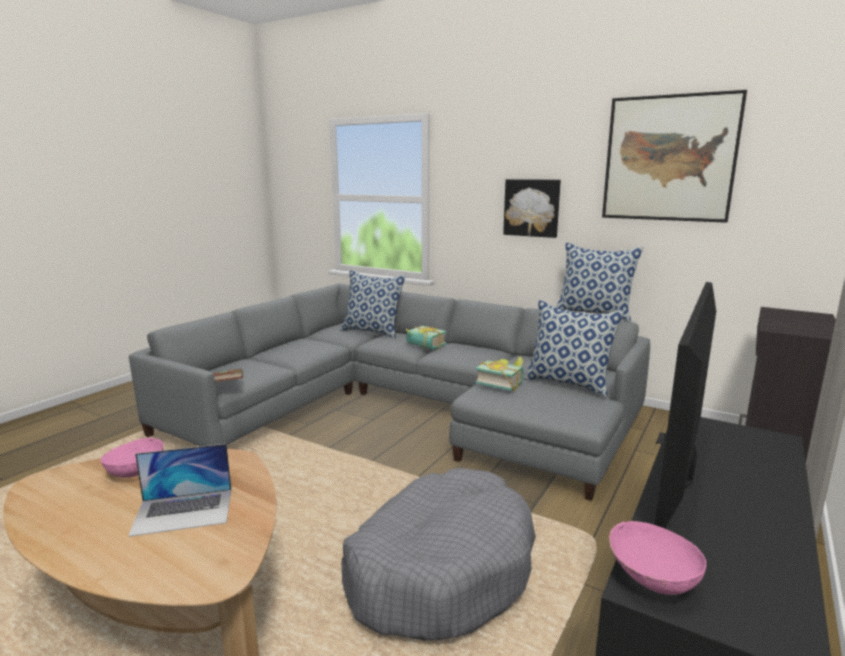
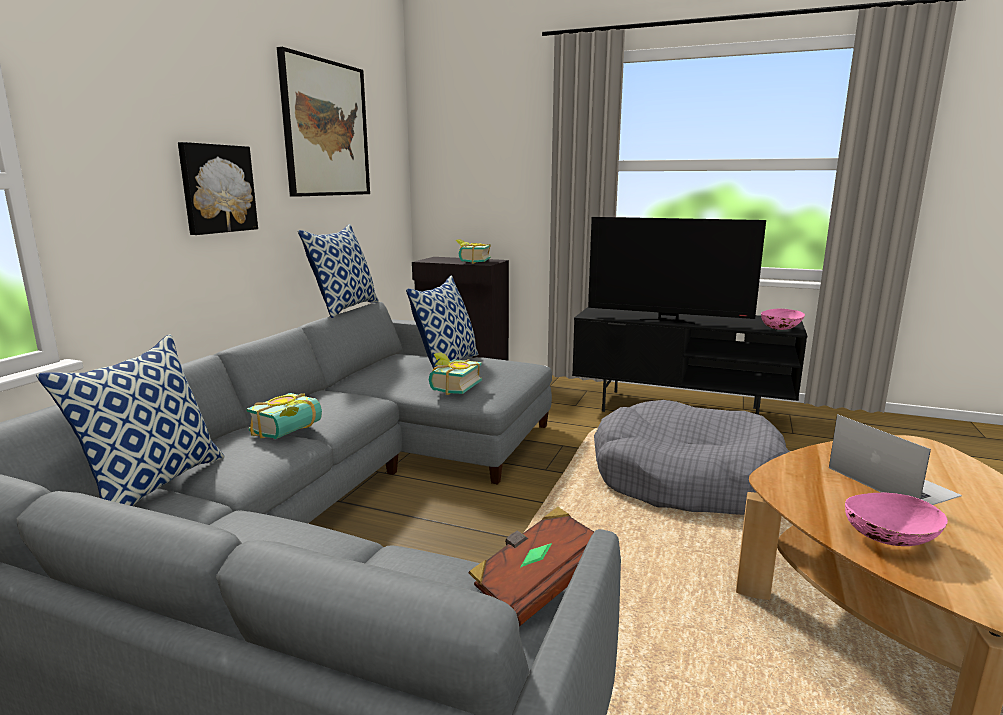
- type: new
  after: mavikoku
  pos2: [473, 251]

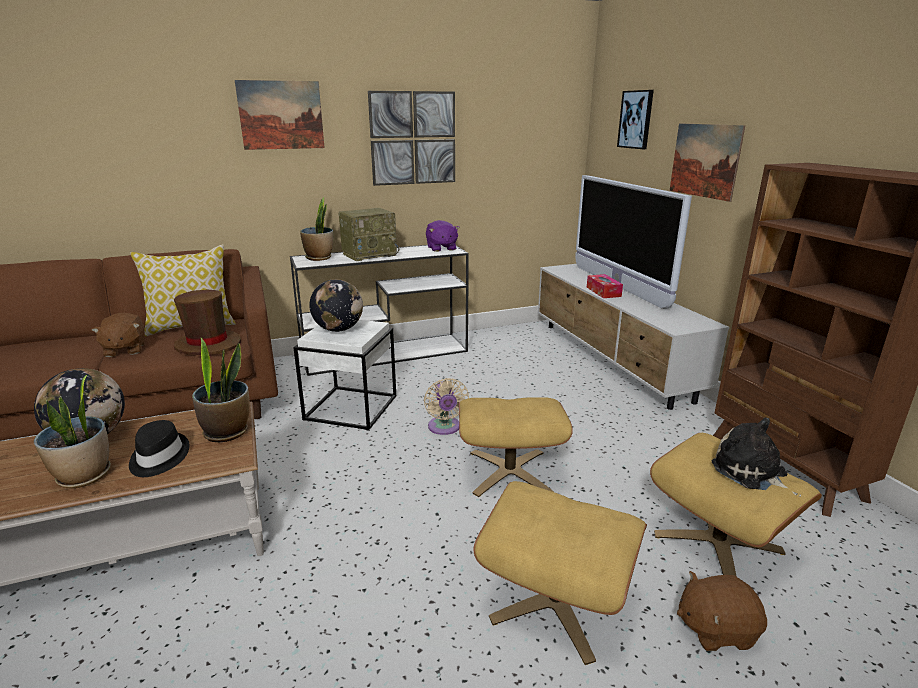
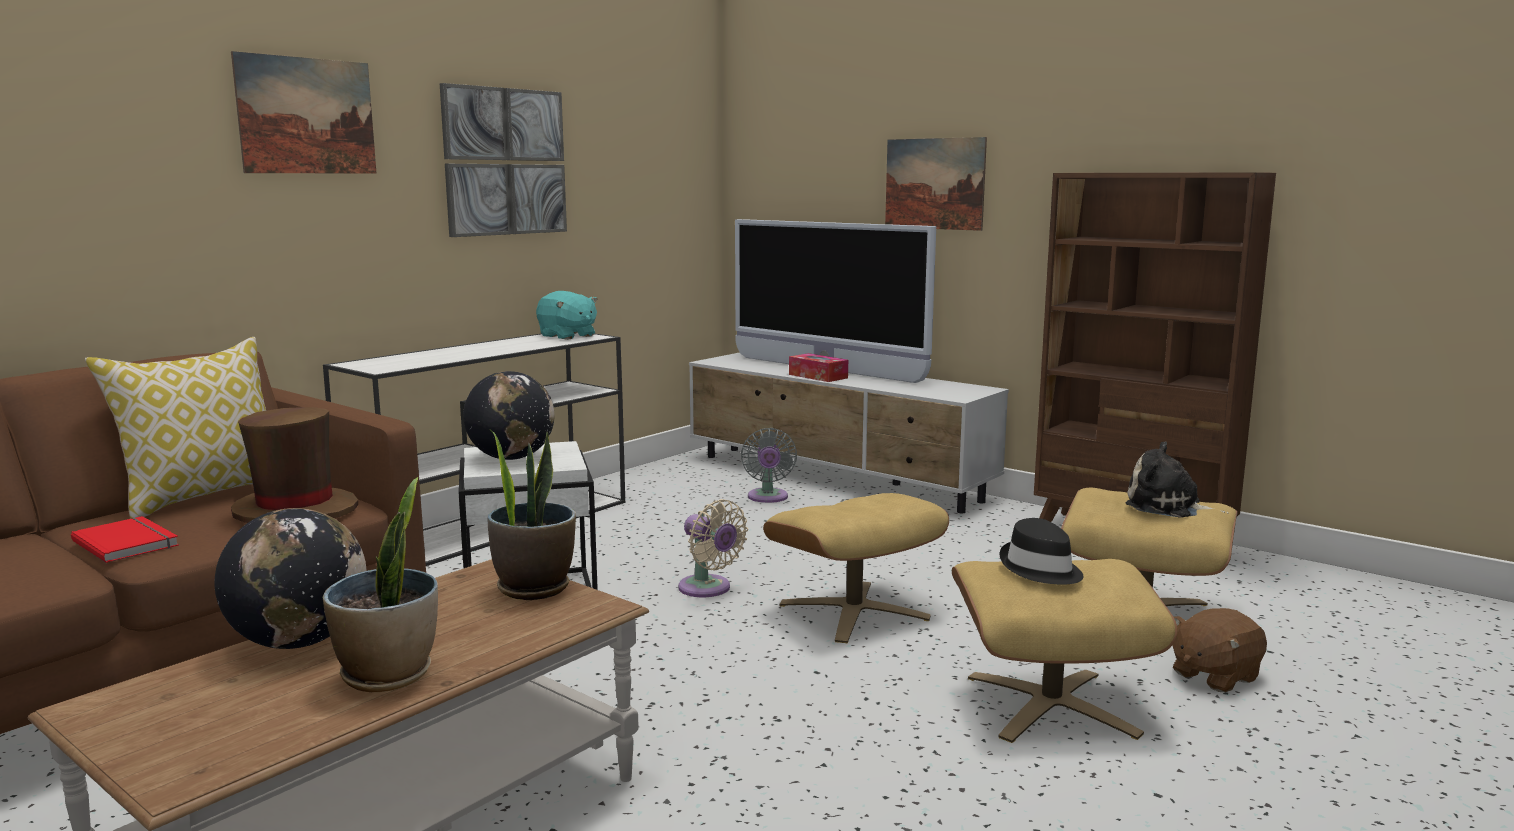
- type: gone
  before: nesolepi
  pos1: [635, 119]
- type: gone
  before: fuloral
  pos1: [316, 229]
- type: gone
  before: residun
  pos1: [369, 234]
- type: repainted
  before: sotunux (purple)
  after: sotunux (turquoise)
  pos1: [443, 236]
  pos2: [567, 315]
- type: swapped
  before: sotunux (brown)
  after: mavikoku (red)
  pos1: [118, 335]
  pos2: [125, 539]
- type: shifted
  before: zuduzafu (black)
  pos1: [159, 448]
  pos2: [1042, 551]
- type: new
  after: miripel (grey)
  pos2: [769, 465]

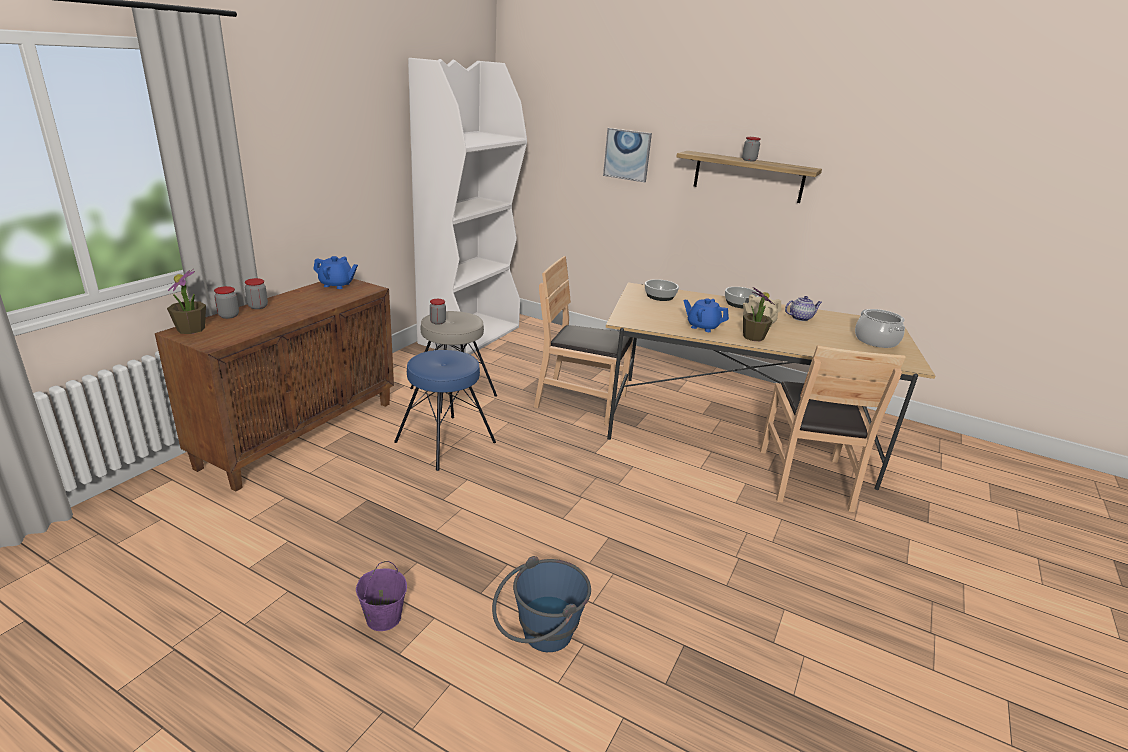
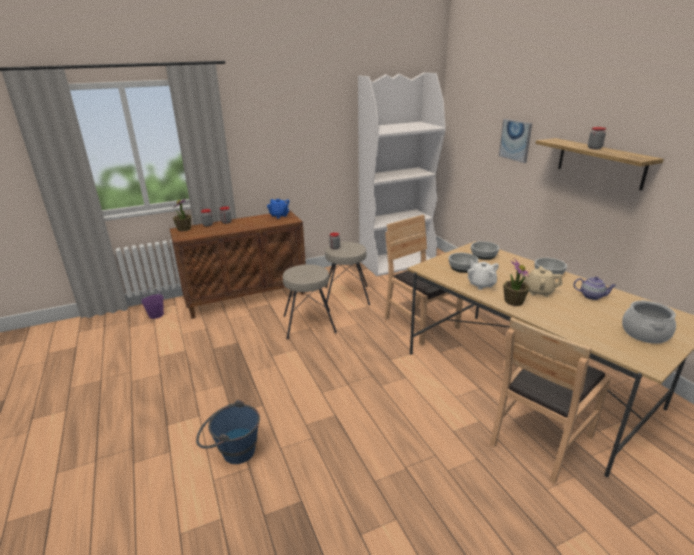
- type: repainted
  before: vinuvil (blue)
  after: vinuvil (white)
  pos1: [706, 315]
  pos2: [483, 275]
- type: repainted
  before: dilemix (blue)
  after: dilemix (beige)
  pos1: [445, 410]
  pos2: [310, 301]
- type: shifted
  before: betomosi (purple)
  pos1: [381, 596]
  pos2: [152, 303]
- type: new
  after: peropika
  pos2: [464, 263]

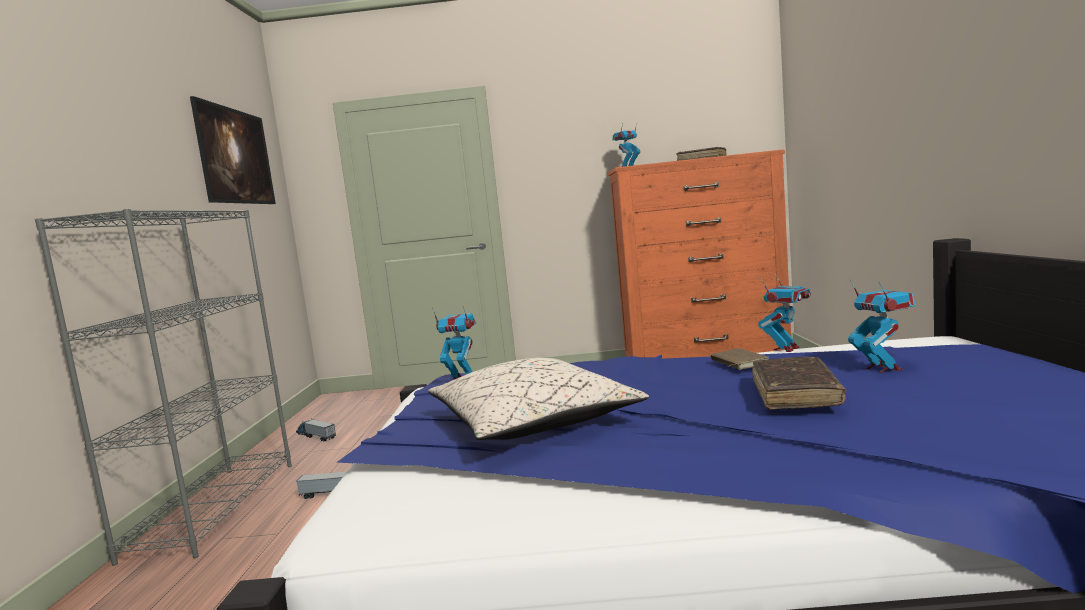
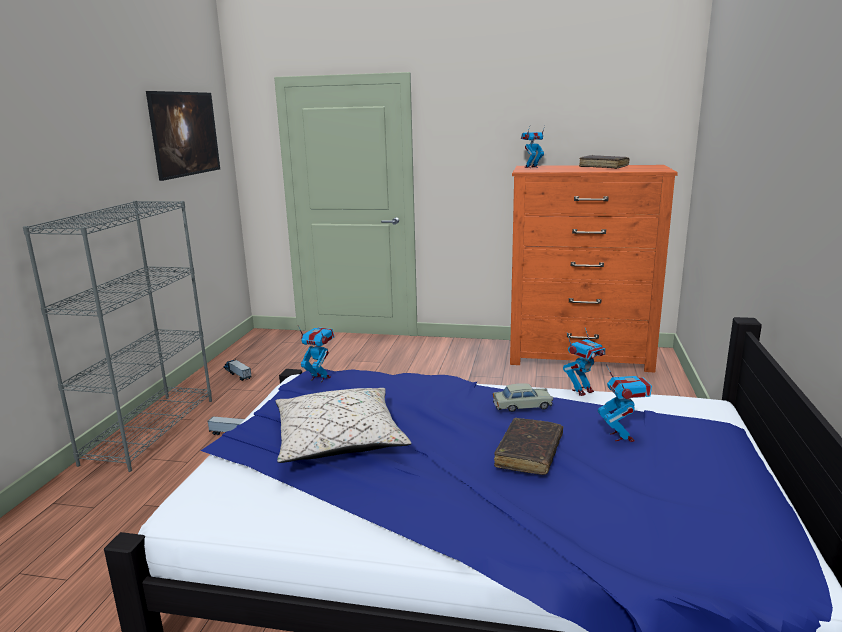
- type: swapped
  before: mavikoku (brown)
  after: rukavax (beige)
  pos1: [740, 359]
  pos2: [523, 397]

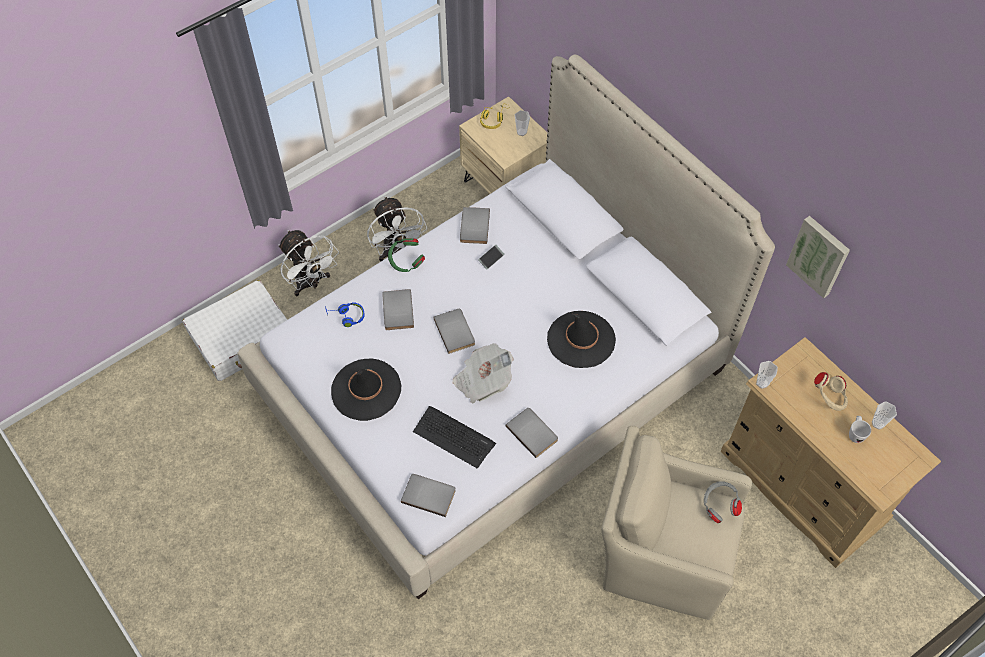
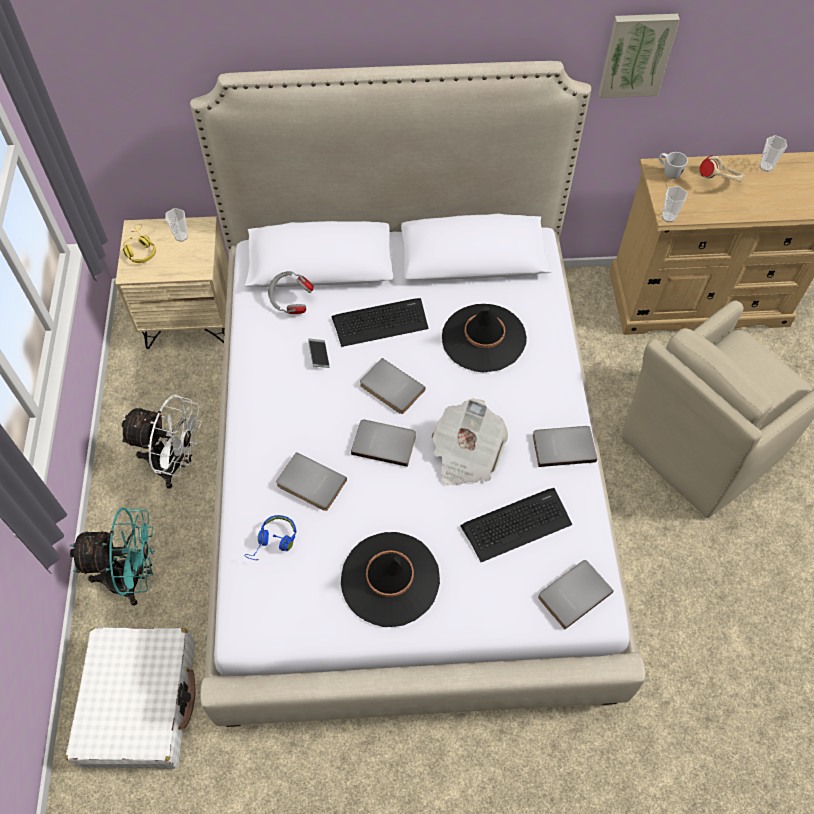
- type: shifted
  before: mavikoku (grey)
  pos1: [475, 225]
  pos2: [393, 386]
- type: repainted
  before: miripel (white)
  after: miripel (turquoise)
  pos1: [308, 263]
  pos2: [112, 557]
- type: gone
  before: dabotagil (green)
  pos1: [406, 255]
- type: shifted
  before: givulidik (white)
  pos1: [860, 429]
  pos2: [673, 165]
- type: shifted
  before: dabotagil (grey)
  pos1: [723, 502]
  pos2: [291, 292]
- type: new
  after: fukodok
  pos2: [380, 322]

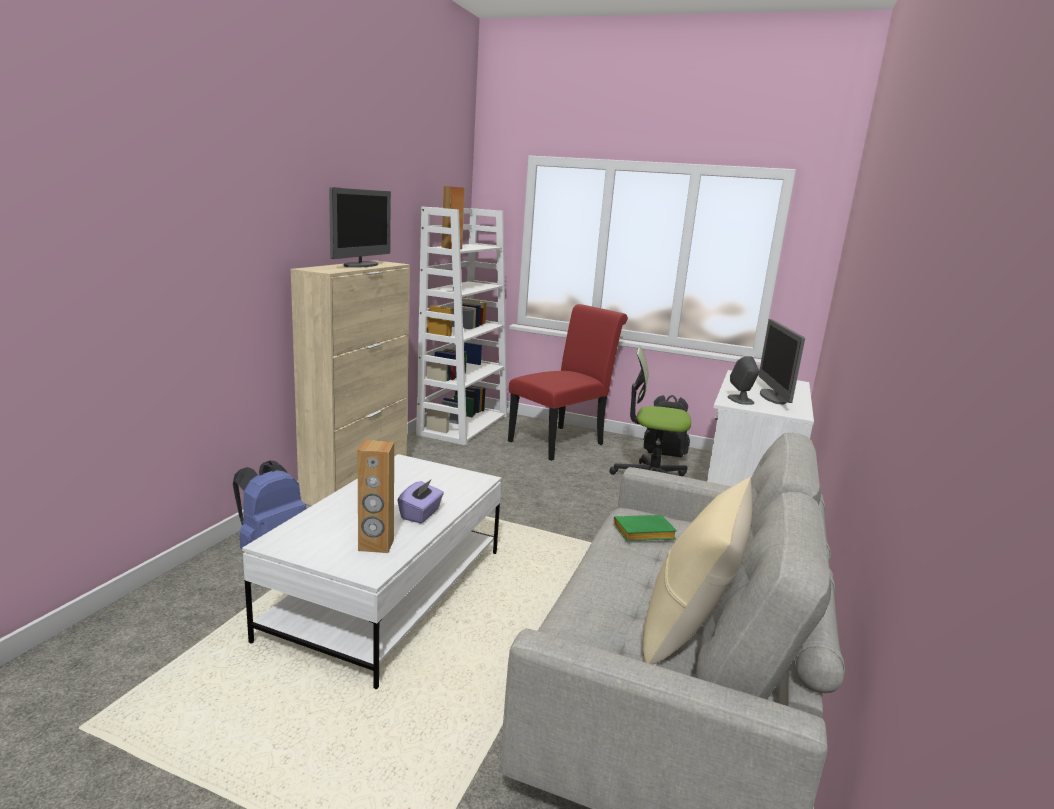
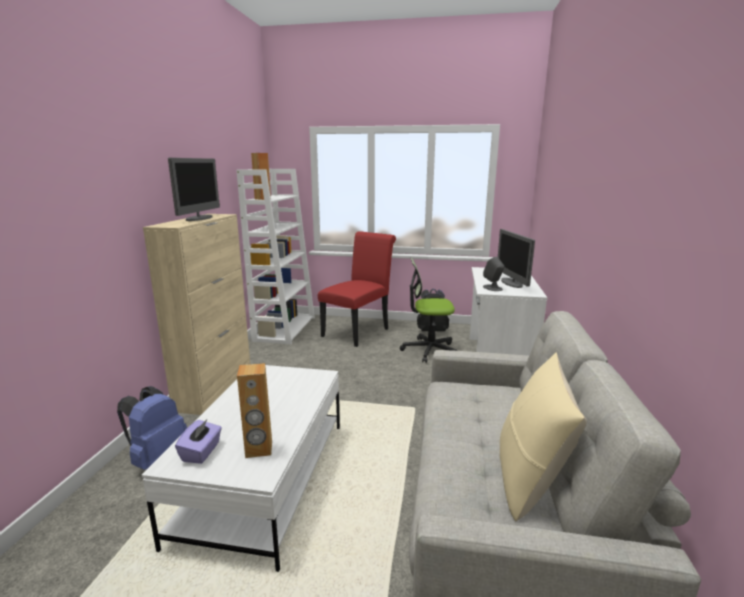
- type: shifted
  before: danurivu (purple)
  pos1: [420, 501]
  pos2: [198, 442]
- type: gone
  before: mavikoku (green)
  pos1: [645, 528]

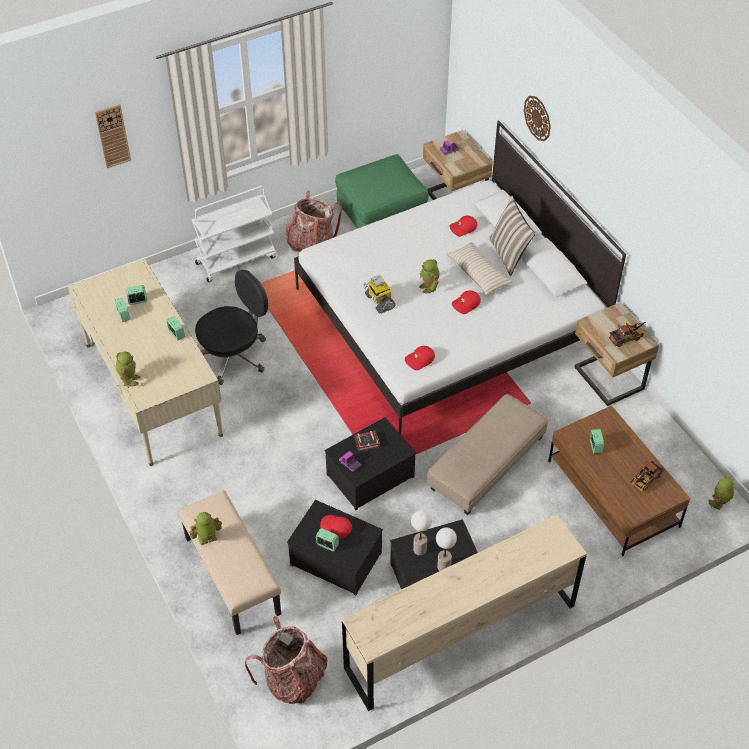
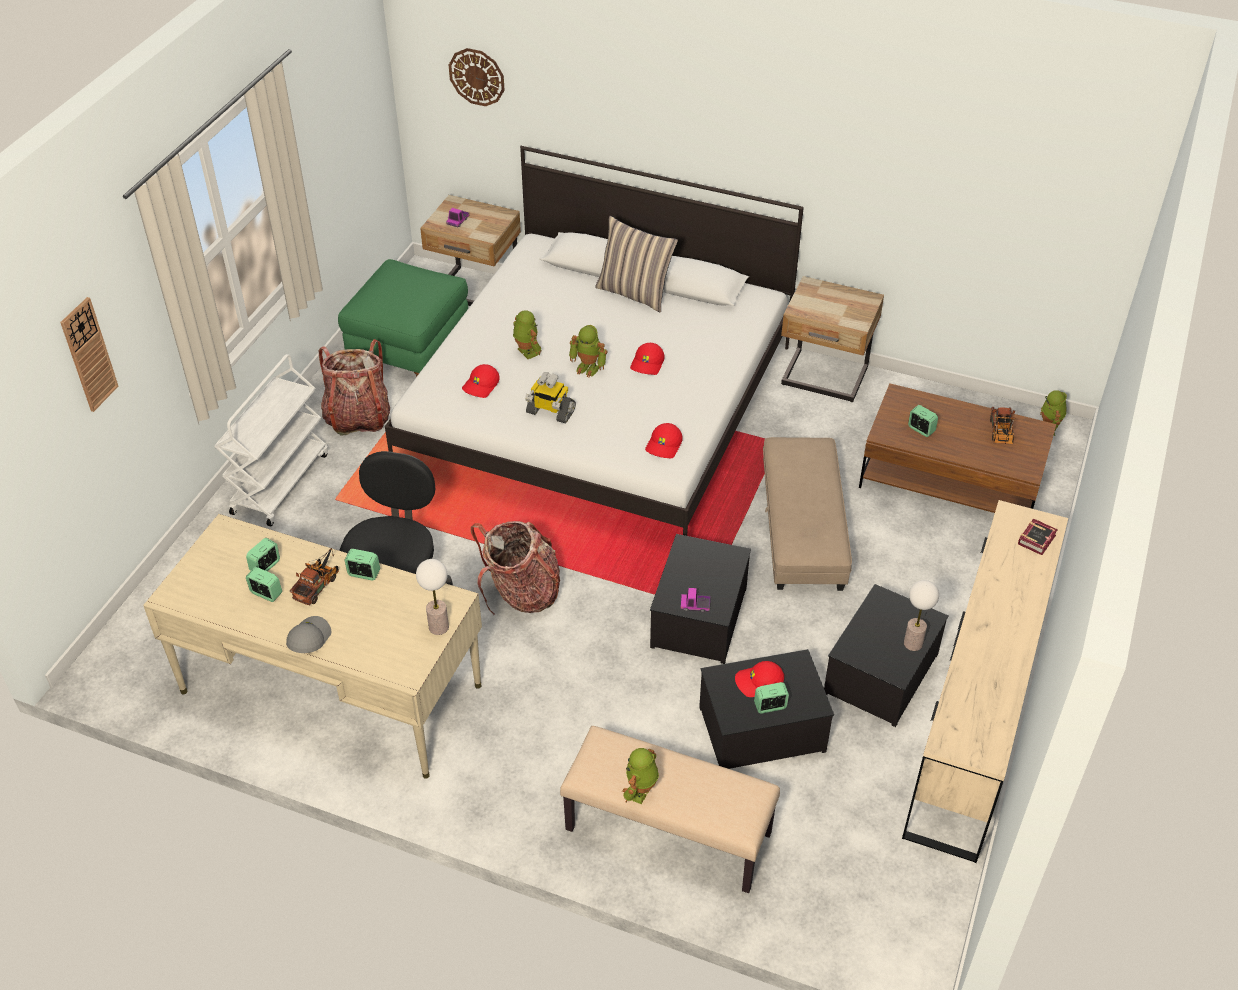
- type: shifted
  before: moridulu
  pos1: [537, 118]
  pos2: [477, 77]
- type: shifted
  before: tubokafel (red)
  pos1: [464, 226]
  pos2: [481, 381]
- type: gone
  before: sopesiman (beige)
  pos1: [479, 268]
- type: shifted
  before: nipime
  pos1: [627, 334]
  pos2: [314, 576]
- type: shifted
  before: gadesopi
  pos1: [128, 370]
  pos2: [527, 334]
- type: shifted
  before: mavikoku
  pos1: [367, 441]
  pos2: [1038, 536]
- type: shifted
  before: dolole
  pos1: [421, 533]
  pos2: [432, 597]
- type: shifted
  before: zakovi
  pos1: [286, 660]
  pos2: [515, 568]
- type: new
  after: tubokafel (grey)
  pos2: [308, 634]

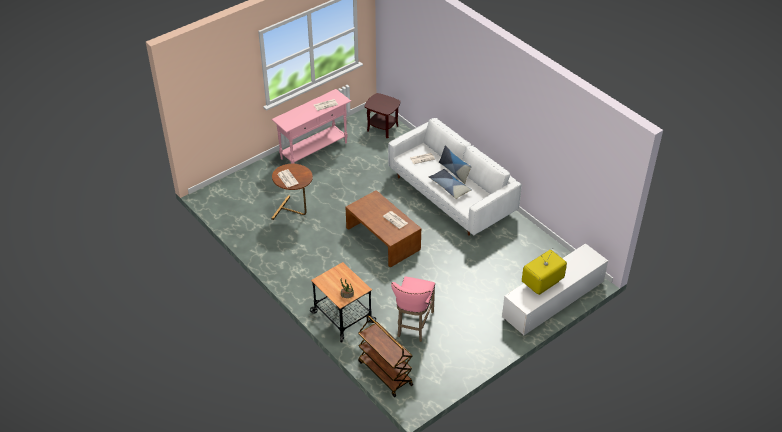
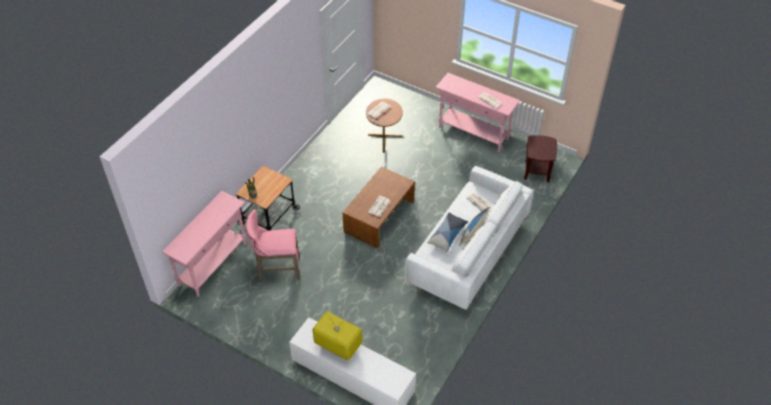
- type: swapped
  before: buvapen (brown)
  after: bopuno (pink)
  pos1: [385, 356]
  pos2: [204, 244]

